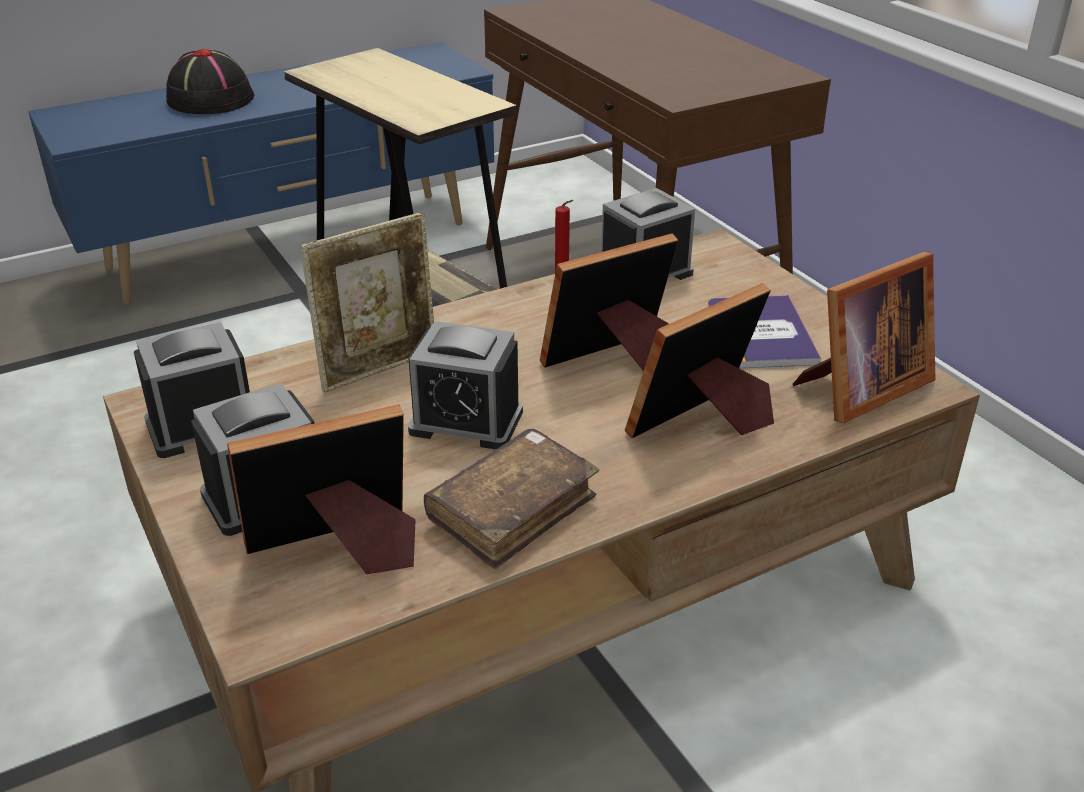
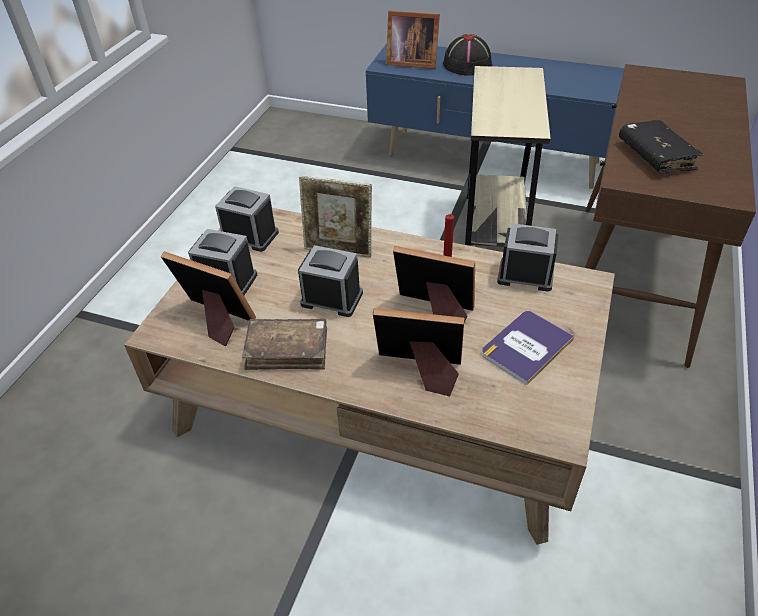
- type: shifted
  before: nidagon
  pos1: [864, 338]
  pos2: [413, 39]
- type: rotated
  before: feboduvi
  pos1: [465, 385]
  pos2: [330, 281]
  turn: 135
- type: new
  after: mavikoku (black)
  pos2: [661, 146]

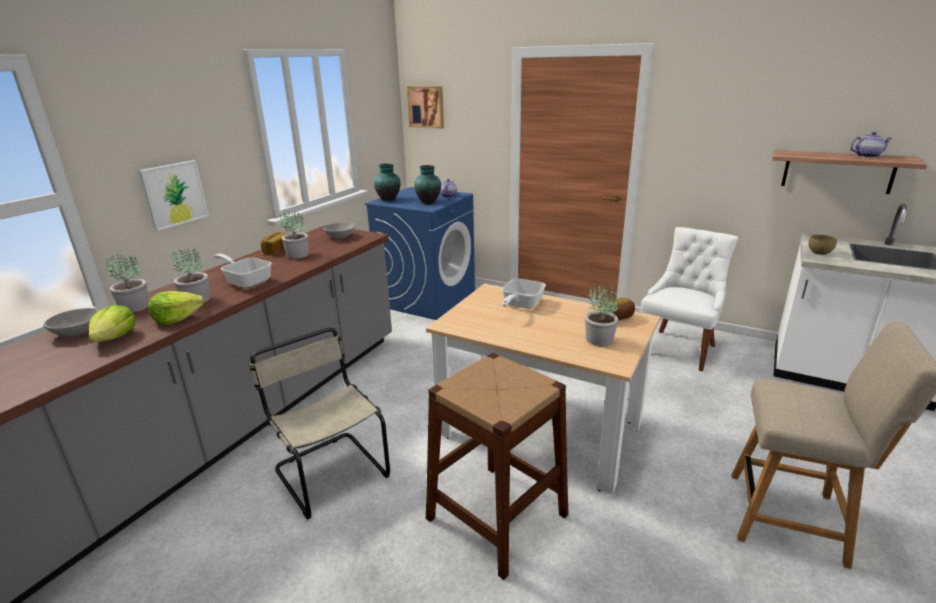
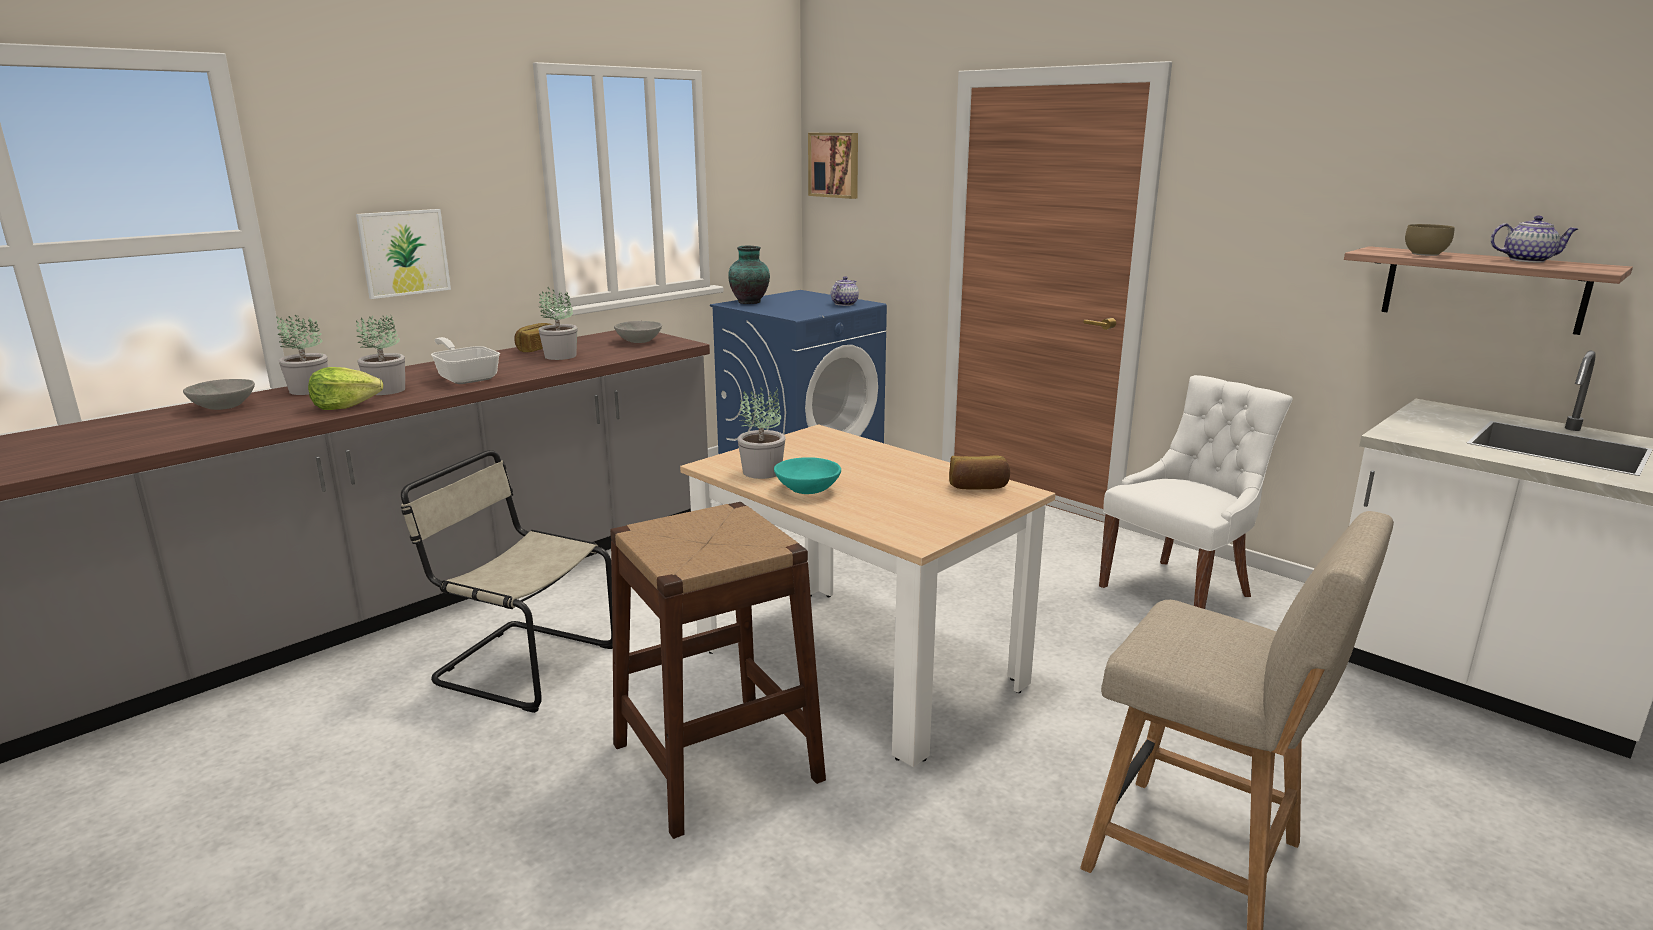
- type: gone
  before: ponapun
  pos1: [427, 184]
- type: shifted
  before: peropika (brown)
  pos1: [823, 244]
  pos2: [1430, 240]
- type: gone
  before: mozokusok
  pos1: [523, 293]
- type: shifted
  before: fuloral
  pos1: [601, 314]
  pos2: [761, 433]
- type: gone
  before: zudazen
  pos1: [112, 323]
- type: rotated
  before: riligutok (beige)
  pos1: [320, 423]
  pos2: [507, 581]
  turn: -45
- type: new
  after: peropika (turquoise)
  pos2: [807, 475]

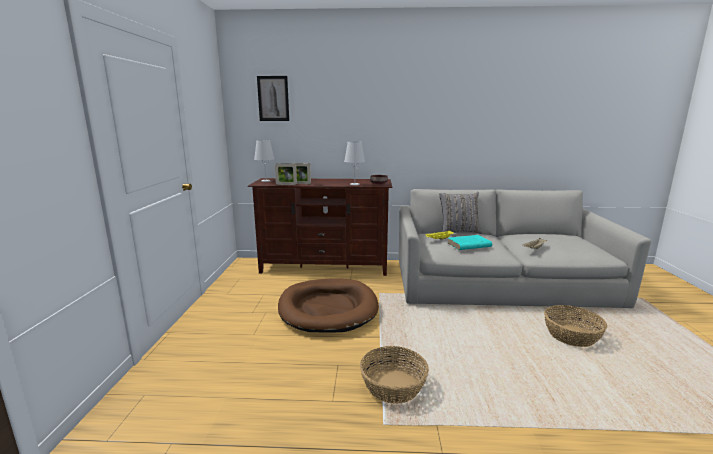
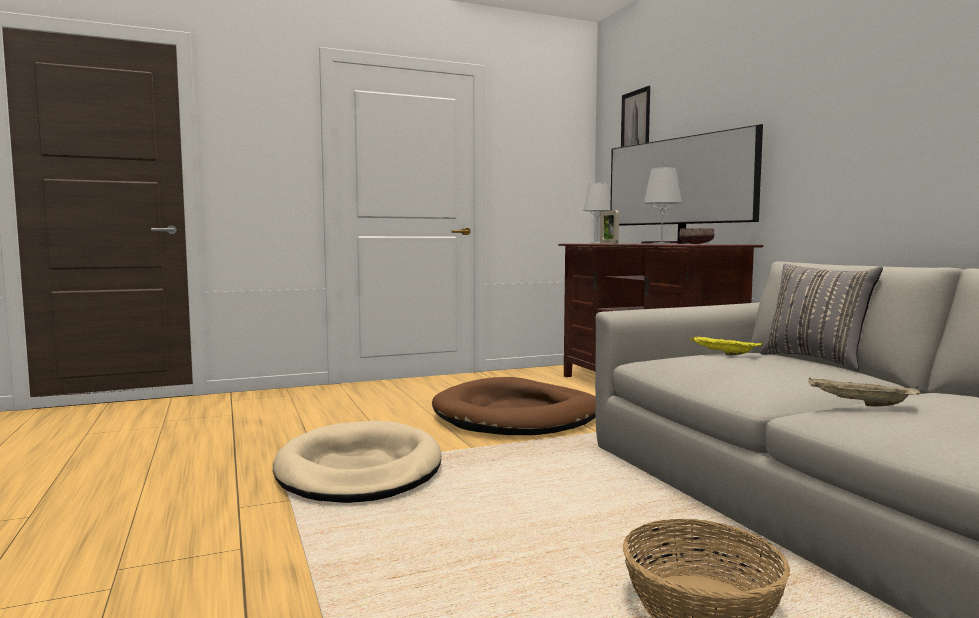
- type: gone
  before: nidagon
  pos1: [286, 174]
- type: gone
  before: mavikoku (turquoise)
  pos1: [470, 242]
- type: swapped
  before: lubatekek
  after: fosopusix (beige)
  pos1: [394, 375]
  pos2: [357, 461]
- type: new
  after: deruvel
  pos2: [686, 184]

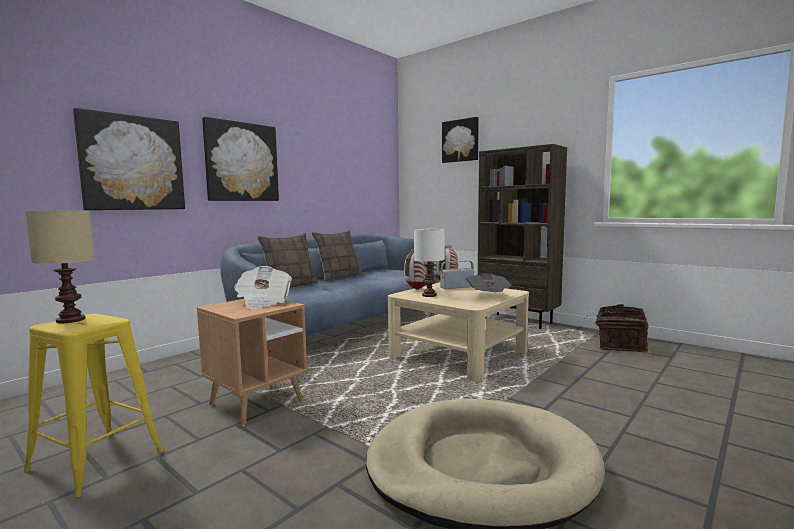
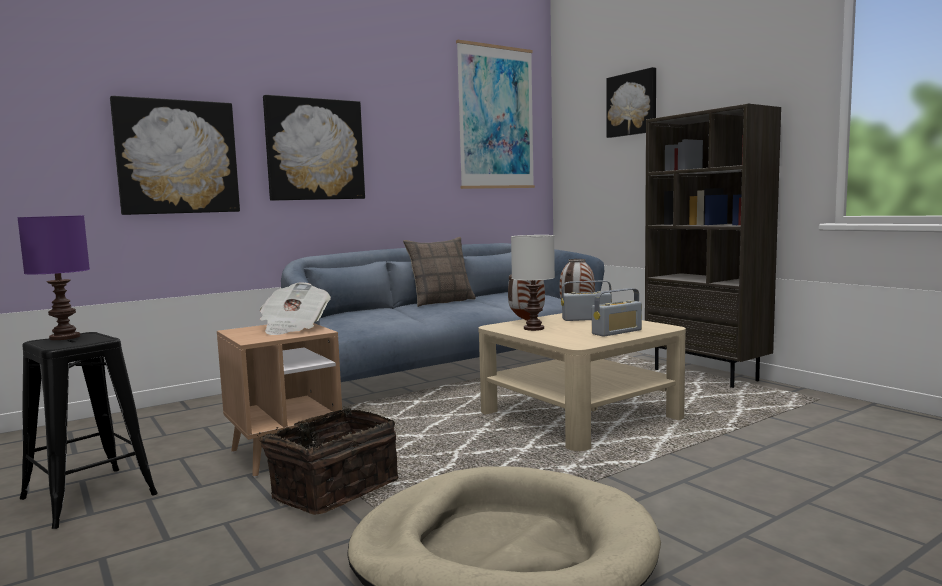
- type: repainted
  before: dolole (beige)
  after: dolole (purple)
  pos1: [60, 266]
  pos2: [53, 277]
- type: gone
  before: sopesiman
  pos1: [287, 260]
- type: swapped
  before: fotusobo
  after: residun
  pos1: [488, 282]
  pos2: [617, 312]
- type: shifted
  before: lubatekek
  pos1: [617, 328]
  pos2: [327, 462]
- type: repainted
  before: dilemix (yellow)
  after: dilemix (black)
  pos1: [93, 405]
  pos2: [89, 430]
- type: new
  after: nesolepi
  pos2: [495, 114]

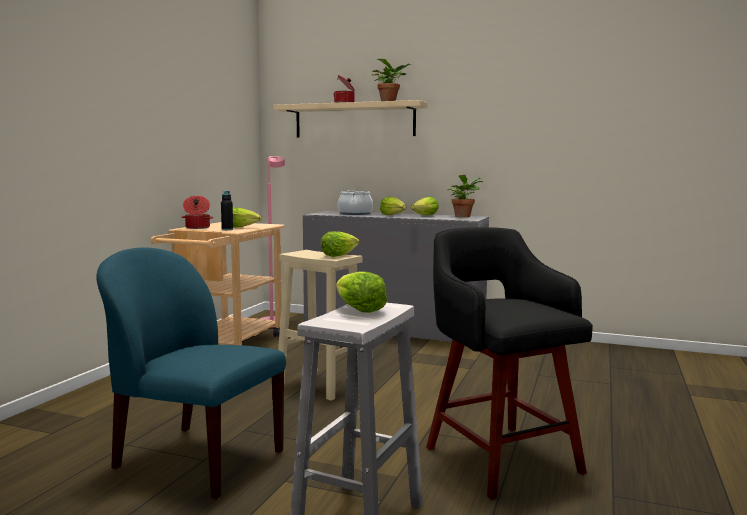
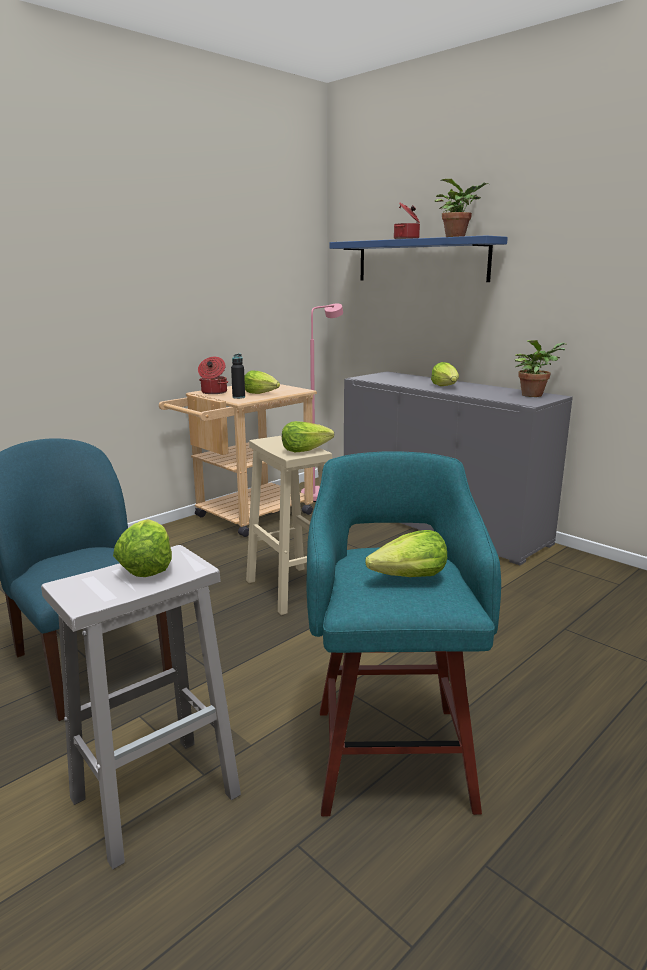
- type: repainted
  before: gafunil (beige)
  after: gafunil (blue)
  pos1: [351, 118]
  pos2: [418, 258]
- type: gone
  before: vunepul
  pos1: [355, 202]
- type: shifted
  before: zudazen
  pos1: [425, 206]
  pos2: [406, 553]
- type: repainted
  before: dilemix (black)
  after: dilemix (turquoise)
  pos1: [509, 363]
  pos2: [403, 633]

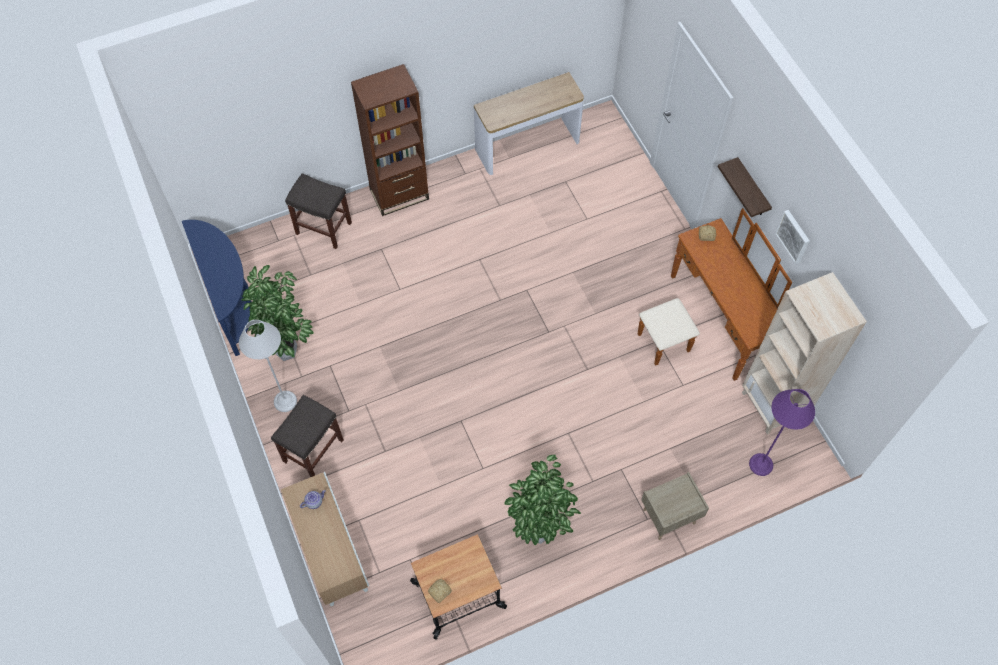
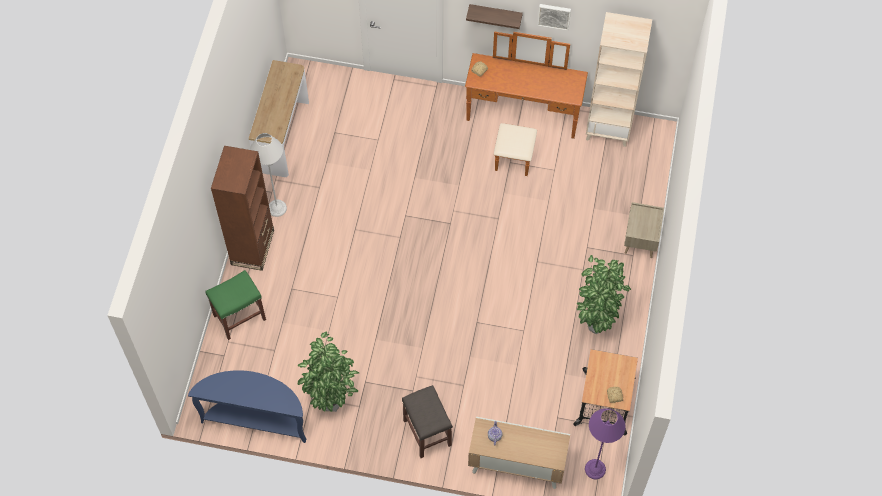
- type: repainted
  before: dilemix (grey)
  after: dilemix (green)
  pos1: [318, 211]
  pos2: [235, 305]
- type: shifted
  before: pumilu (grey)
  pos1: [268, 366]
  pos2: [268, 175]
- type: shifted
  before: pumilu (purple)
  pos1: [782, 432]
  pos2: [605, 444]

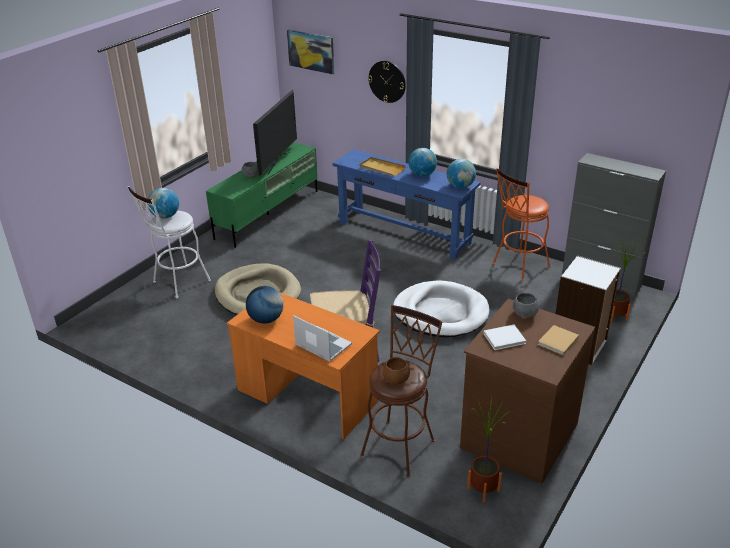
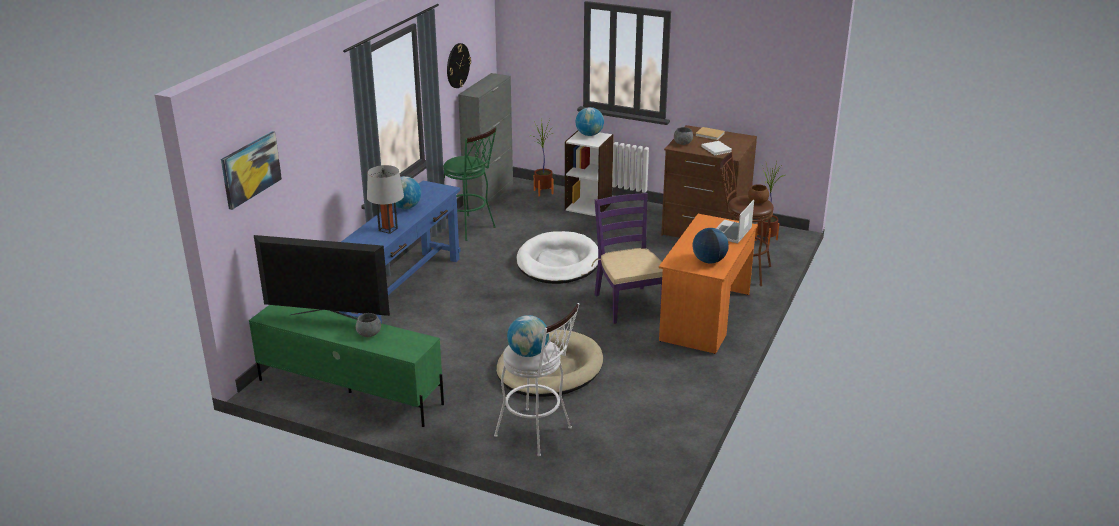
- type: shifted
  before: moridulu
  pos1: [387, 82]
  pos2: [459, 65]
- type: swapped
  before: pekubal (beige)
  after: dolole (grey)
  pos1: [382, 166]
  pos2: [385, 199]
- type: shifted
  before: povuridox
  pos1: [461, 173]
  pos2: [590, 121]
- type: repainted
  before: dilemix (orange)
  after: dilemix (green)
  pos1: [521, 224]
  pos2: [470, 184]

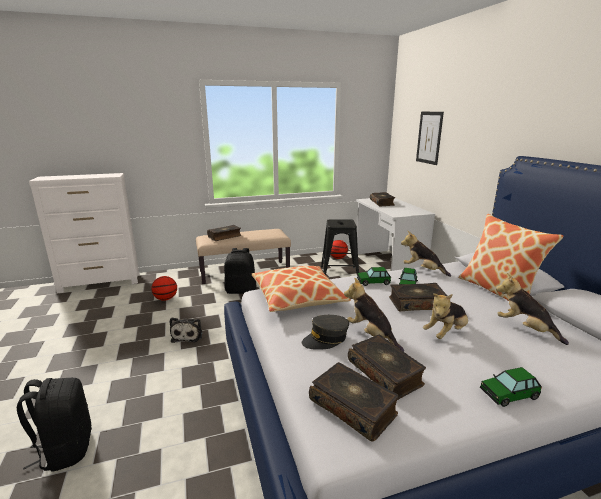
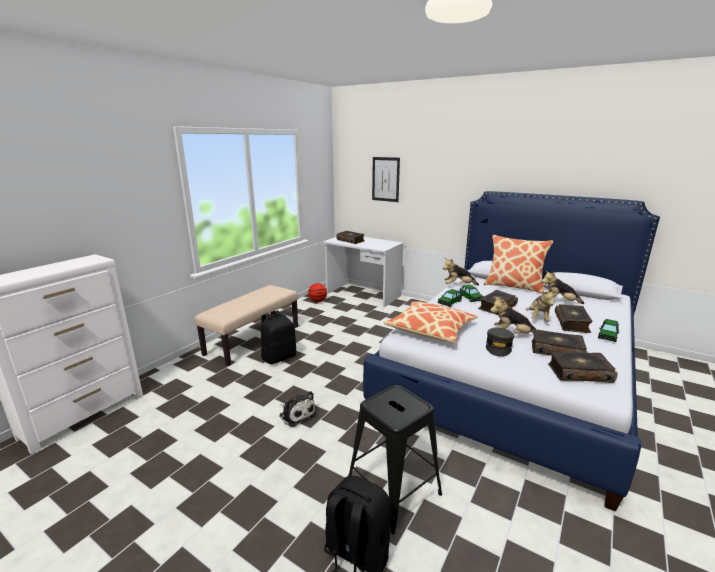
- type: shifted
  before: dilemix (black)
  pos1: [340, 247]
  pos2: [395, 460]
- type: shifted
  before: mavikoku
  pos1: [224, 233]
  pos2: [574, 318]
- type: gone
  before: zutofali
  pos1: [164, 288]

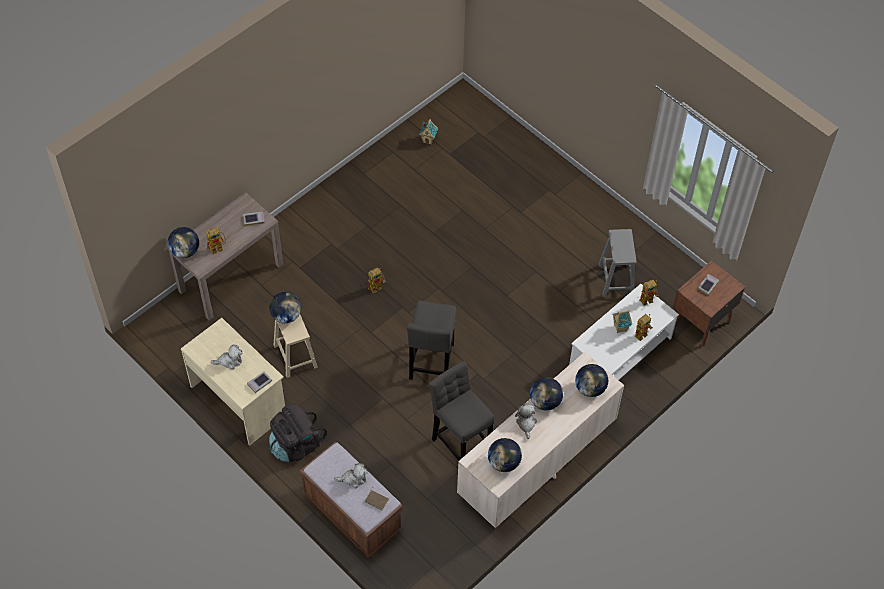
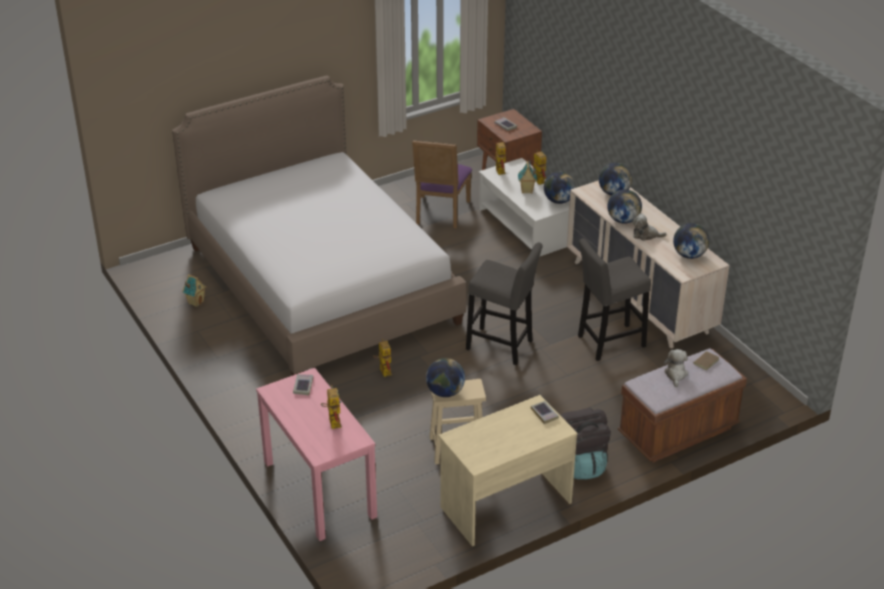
- type: repainted
  before: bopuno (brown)
  after: bopuno (pink)
  pos1: [225, 256]
  pos2: [316, 454]
- type: shifted
  before: povuridox
  pos1: [183, 242]
  pos2: [560, 188]
- type: swapped
  before: dilemix (grey)
  after: riligutok (purple)
  pos1: [617, 263]
  pos2: [442, 184]
- type: gone
  before: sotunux
  pos1: [227, 357]
- type: new
  after: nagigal
  pos2: [319, 226]

